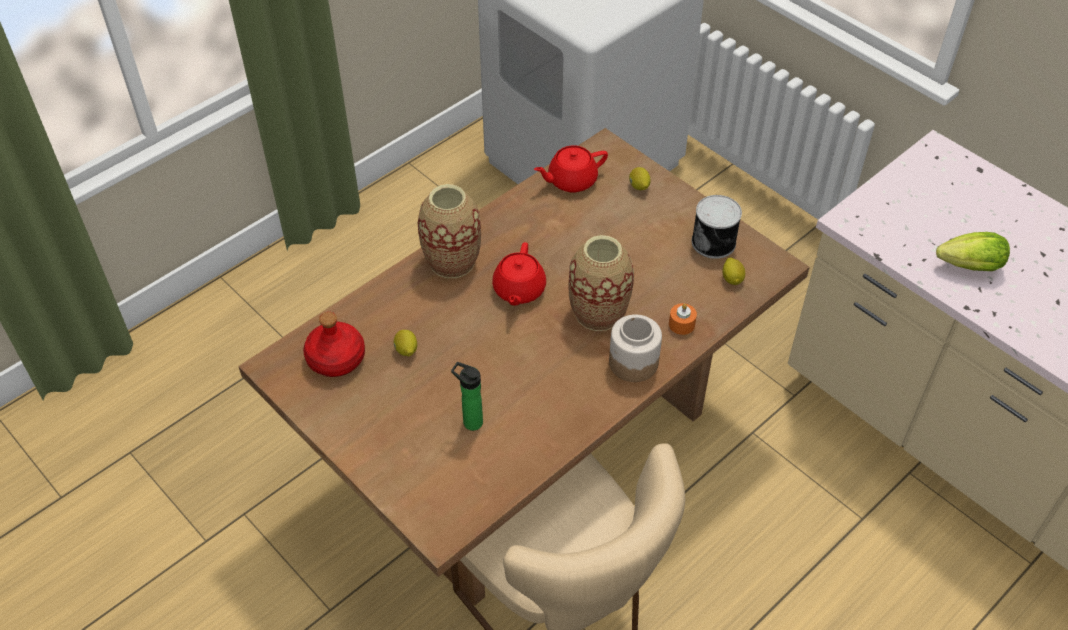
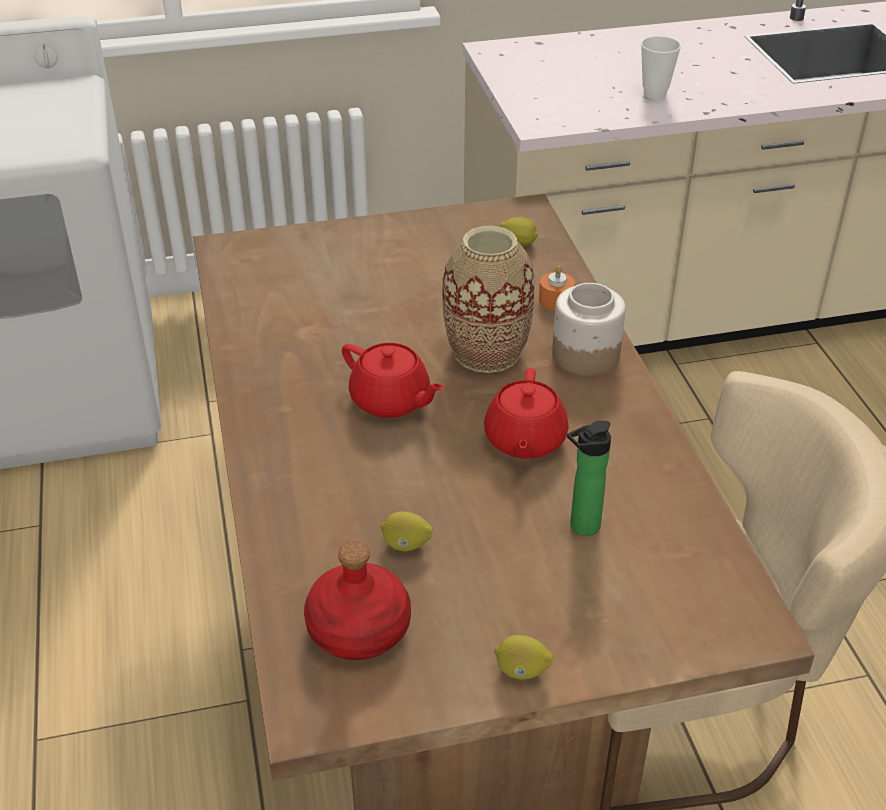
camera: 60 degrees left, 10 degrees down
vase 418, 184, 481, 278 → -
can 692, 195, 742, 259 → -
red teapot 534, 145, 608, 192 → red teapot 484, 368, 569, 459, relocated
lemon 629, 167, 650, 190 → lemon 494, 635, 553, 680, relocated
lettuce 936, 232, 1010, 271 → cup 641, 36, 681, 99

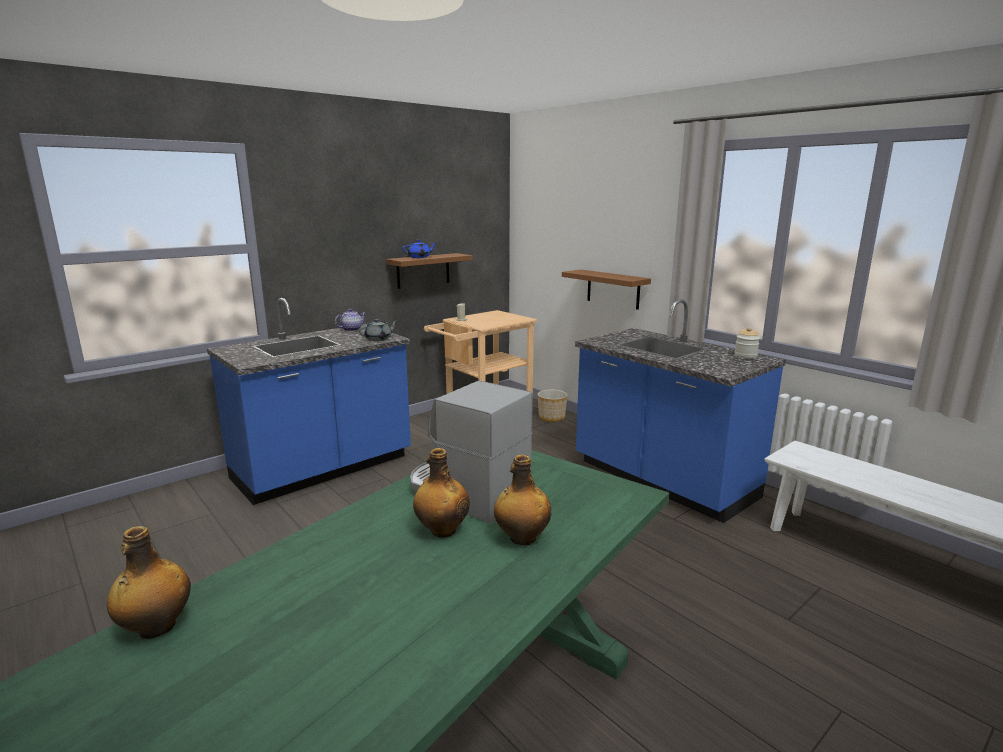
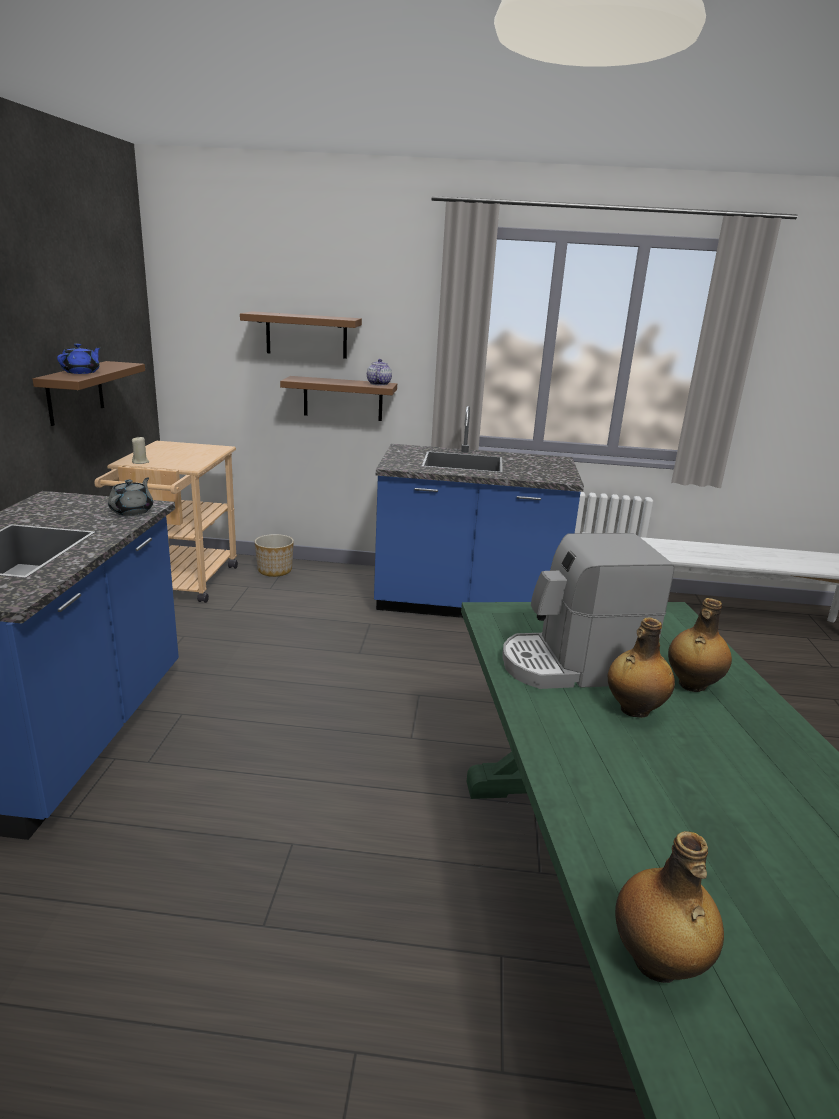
camera: 45 degrees left, 5 degrees up
jar 734, 327, 760, 359 → -
- → brown shelf 240, 311, 362, 359
teapot 335, 309, 366, 331 → teapot 367, 359, 392, 386, relocated

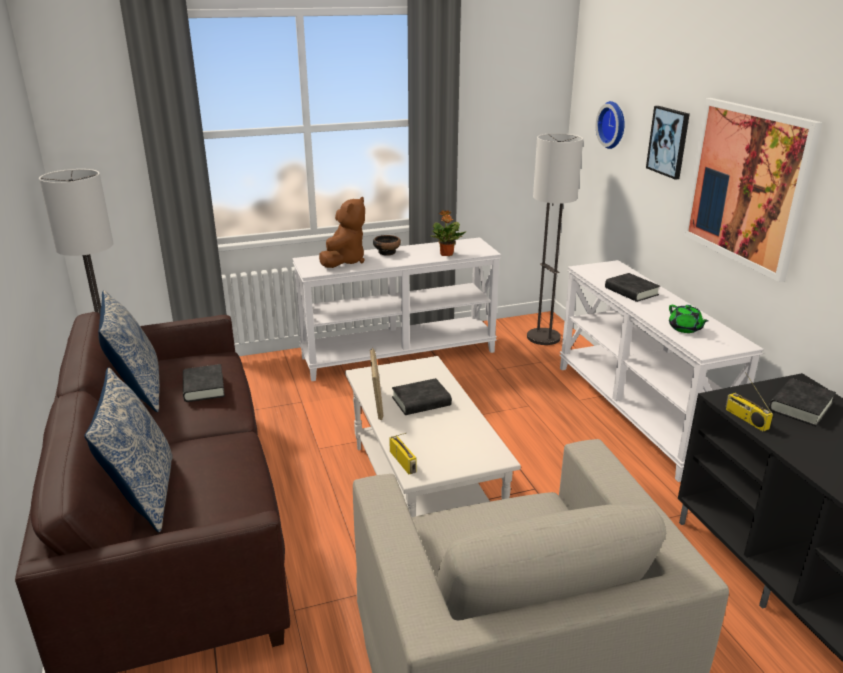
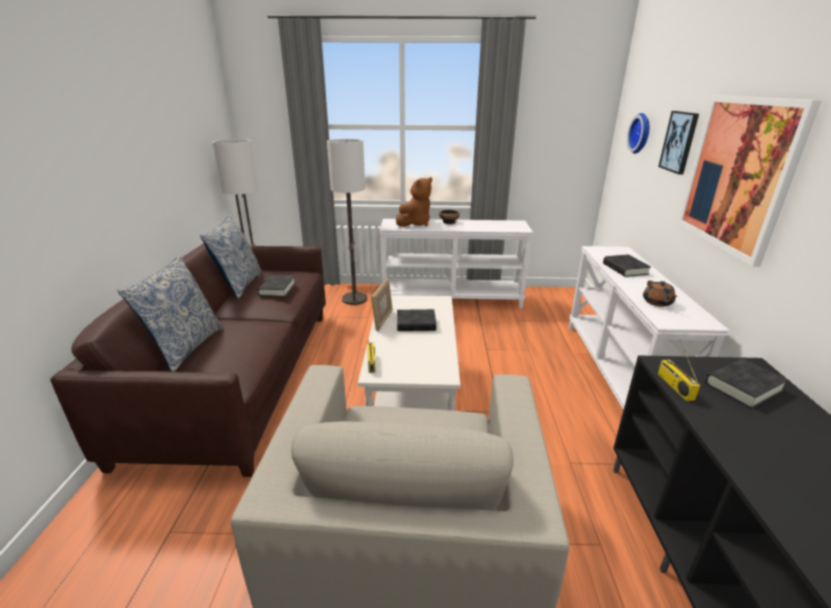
camera: 20 degrees right, 0 degrees up
potted plant 430, 211, 465, 256 → -
floor lamp 527, 133, 583, 345 → floor lamp 327, 139, 367, 305, relocated
green teapot 669, 305, 709, 333 → brown teapot 643, 280, 678, 307

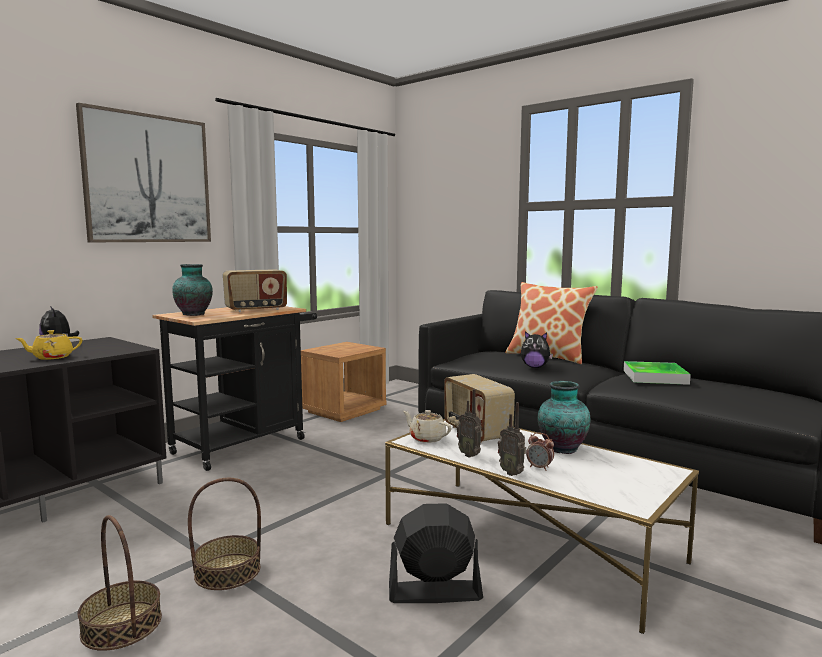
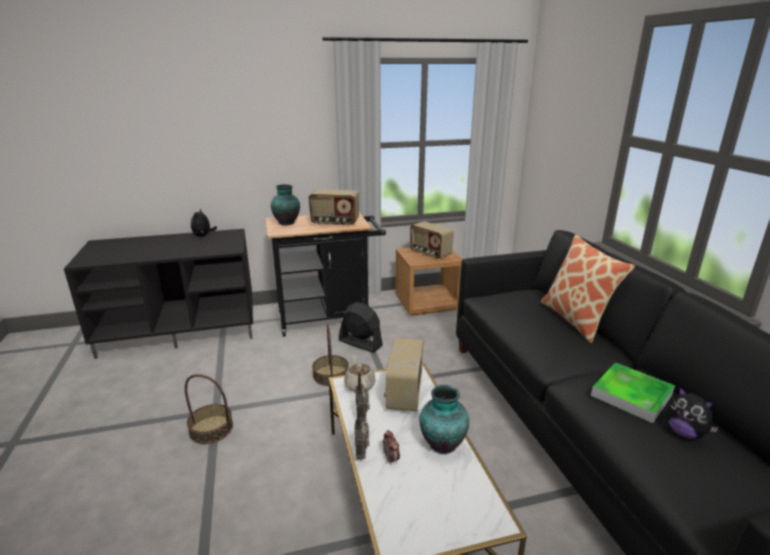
camera: 35 degrees right, 15 degrees up
yellow teapot 15, 330, 82, 360 → -
picture 76, 103, 211, 242 → -
- → radio 410, 221, 454, 259
basket 77, 515, 162, 651 → basket 312, 324, 349, 386, relocated
black fan 389, 503, 483, 603 → black fan 339, 302, 383, 353, relocated
plush toy 521, 331, 553, 368 → plush toy 666, 387, 719, 439, relocated

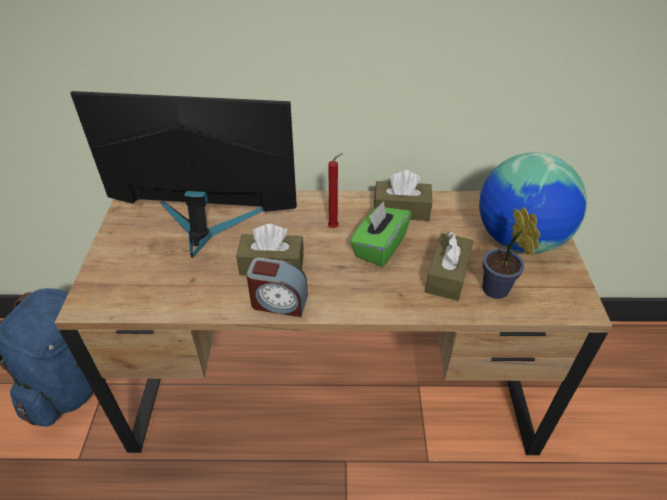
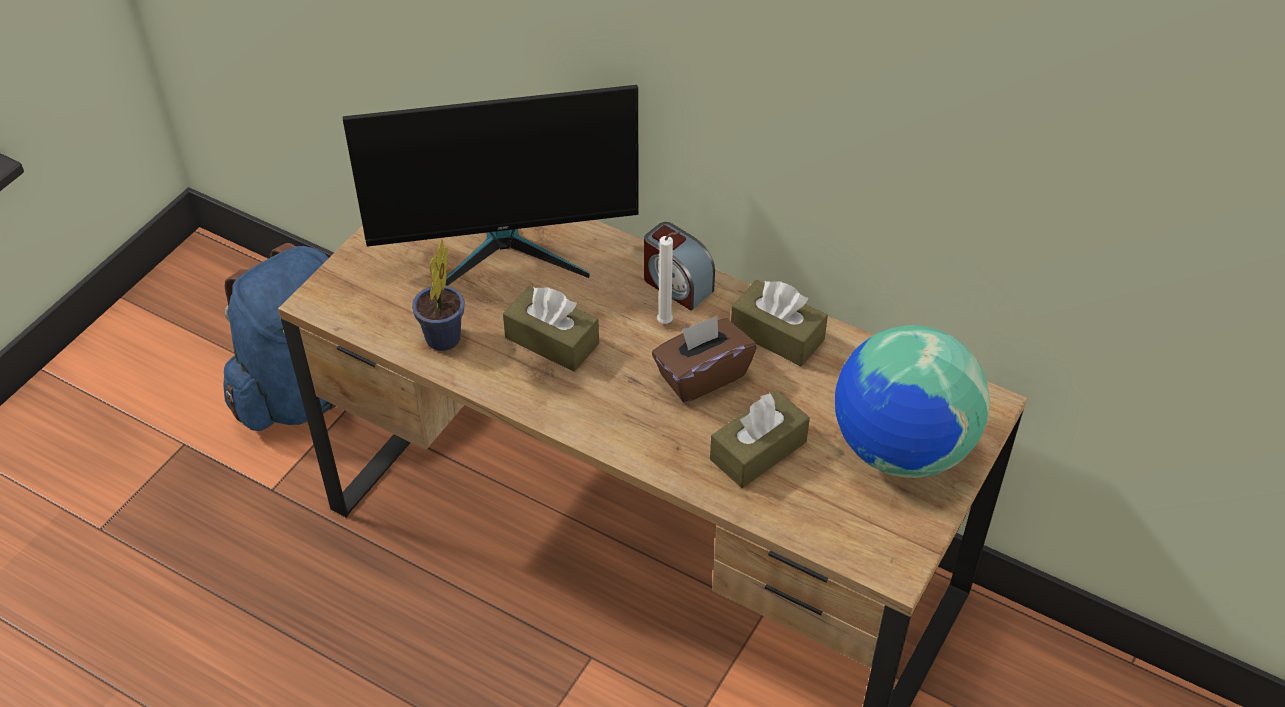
camera: 30 degrees right, 5 degrees up
alarm clock 246, 258, 308, 317 → alarm clock 644, 222, 715, 311, relocated
potted plant 482, 207, 540, 299 → potted plant 412, 239, 465, 351, relocated
red candle 328, 153, 343, 228 → white candle 657, 232, 681, 324
green tissue box 350, 202, 412, 267 → brown tissue box 652, 316, 756, 403
monitor 70, 91, 297, 258 → monitor 343, 85, 639, 286, 135 degrees clockwise

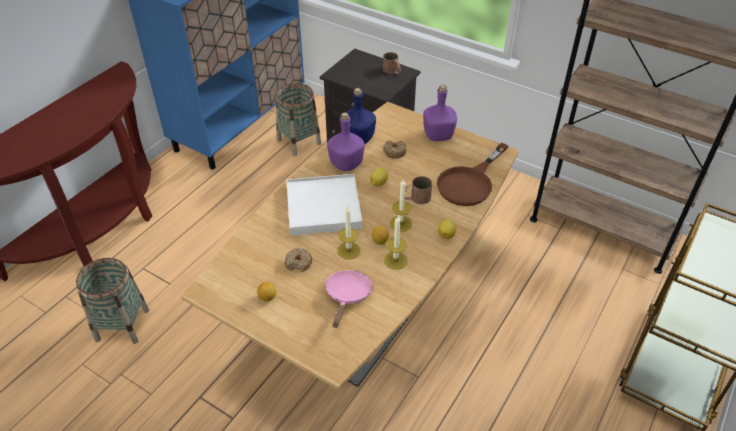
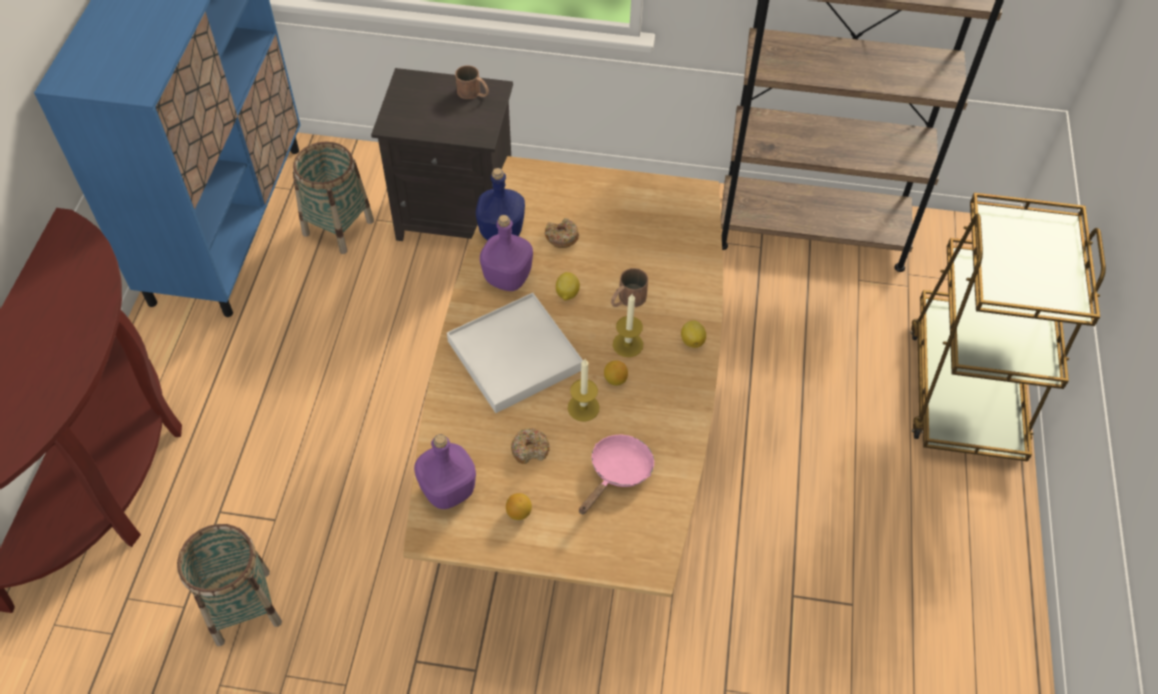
camera: 25 degrees left, 10 degrees up
candle 384, 216, 408, 270 → -
brown frying pan 437, 143, 508, 206 → -
purple bottle 423, 85, 457, 141 → purple bottle 414, 434, 476, 509, relocated
pink frying pan 325, 270, 373, 328 → pink frying pan 579, 435, 654, 514, 45 degrees clockwise

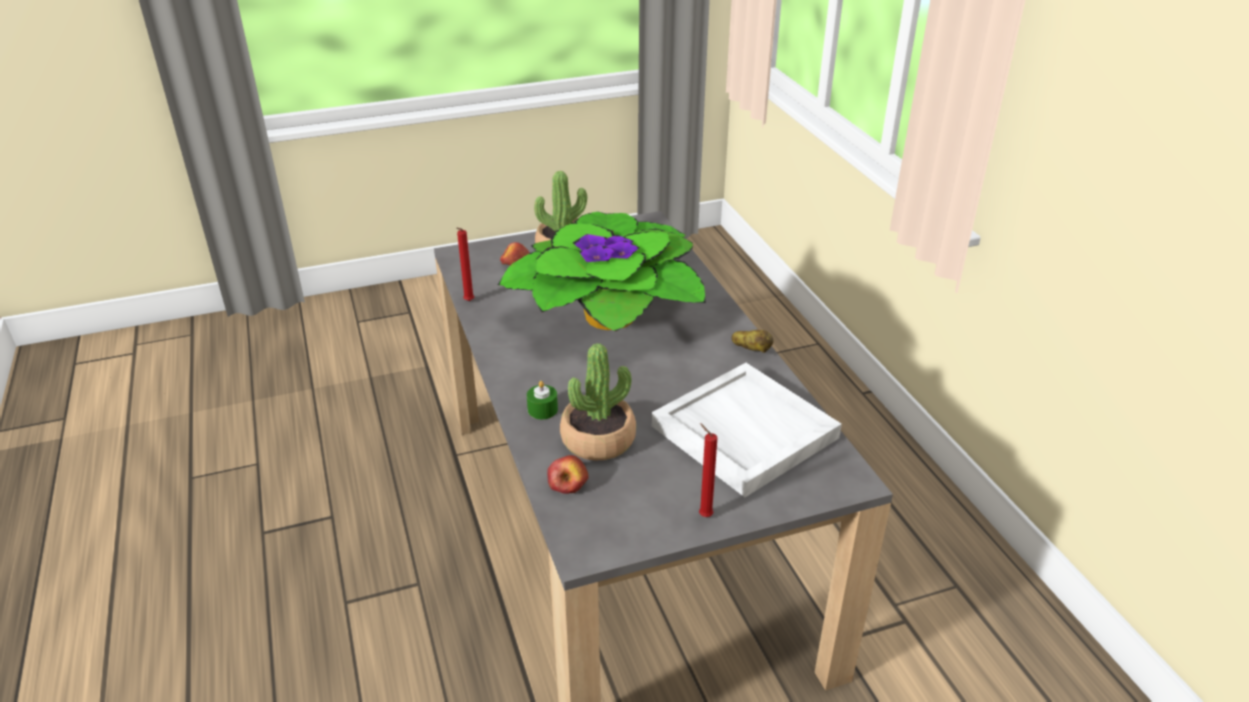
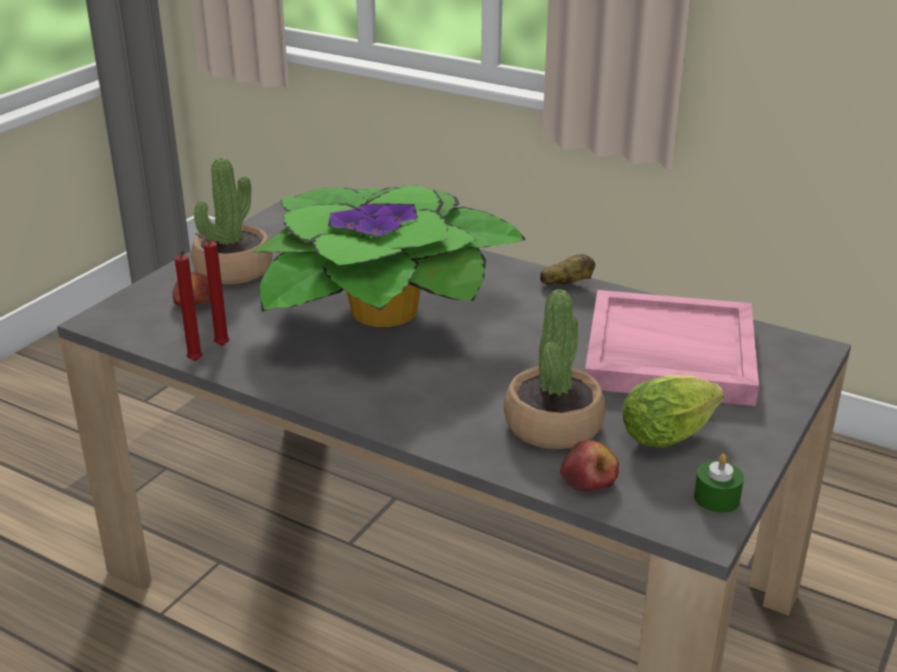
camera: 40 degrees left, 5 degrees down
- → lettuce 623, 375, 724, 448
green candle 527, 381, 558, 419 → green candle 694, 454, 744, 513, relocated
red candle 699, 423, 717, 517 → red candle 195, 233, 230, 346, relocated
white tray 652, 363, 842, 497 → pink tray 585, 290, 759, 406

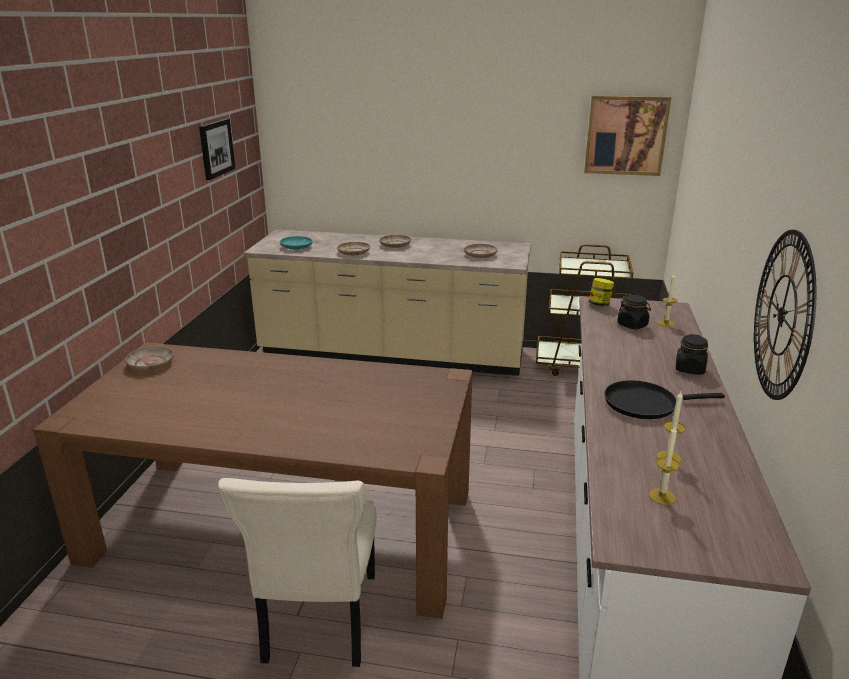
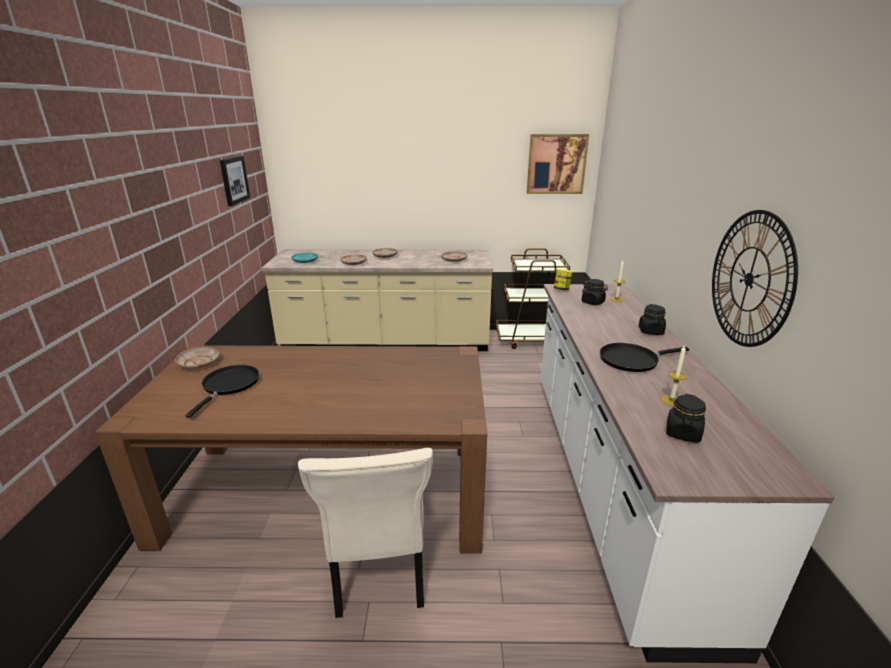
camera: 10 degrees left, 0 degrees up
- → black frying pan 185, 365, 259, 418
candle 649, 426, 680, 505 → black jar 666, 394, 706, 443

